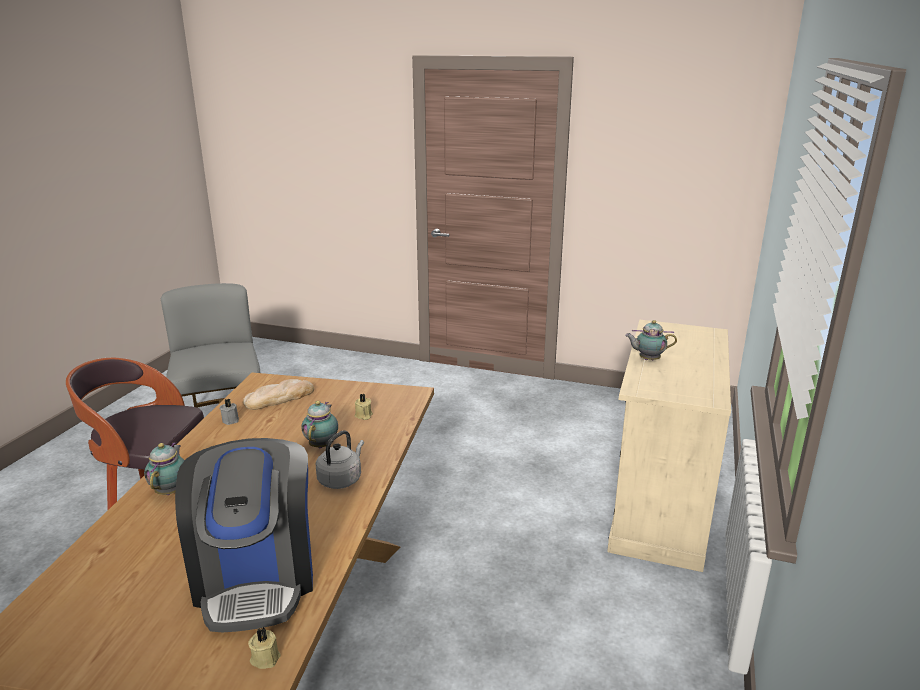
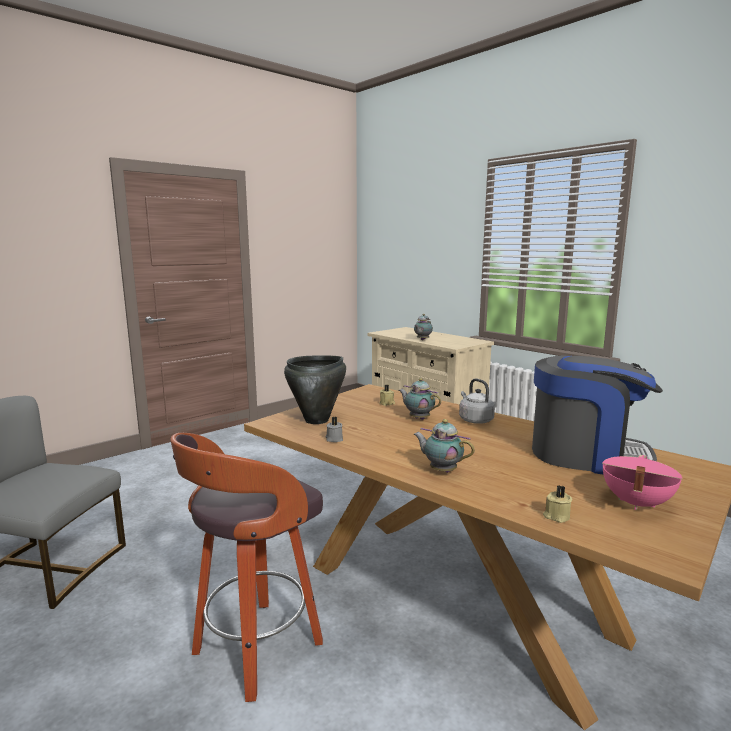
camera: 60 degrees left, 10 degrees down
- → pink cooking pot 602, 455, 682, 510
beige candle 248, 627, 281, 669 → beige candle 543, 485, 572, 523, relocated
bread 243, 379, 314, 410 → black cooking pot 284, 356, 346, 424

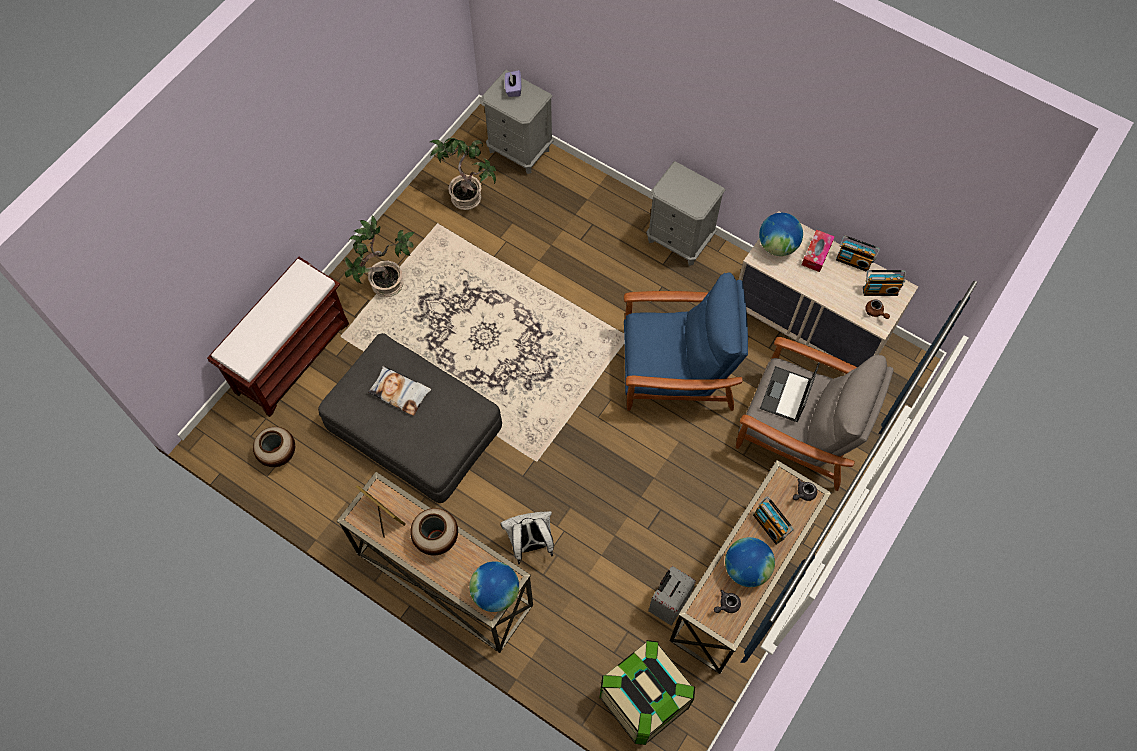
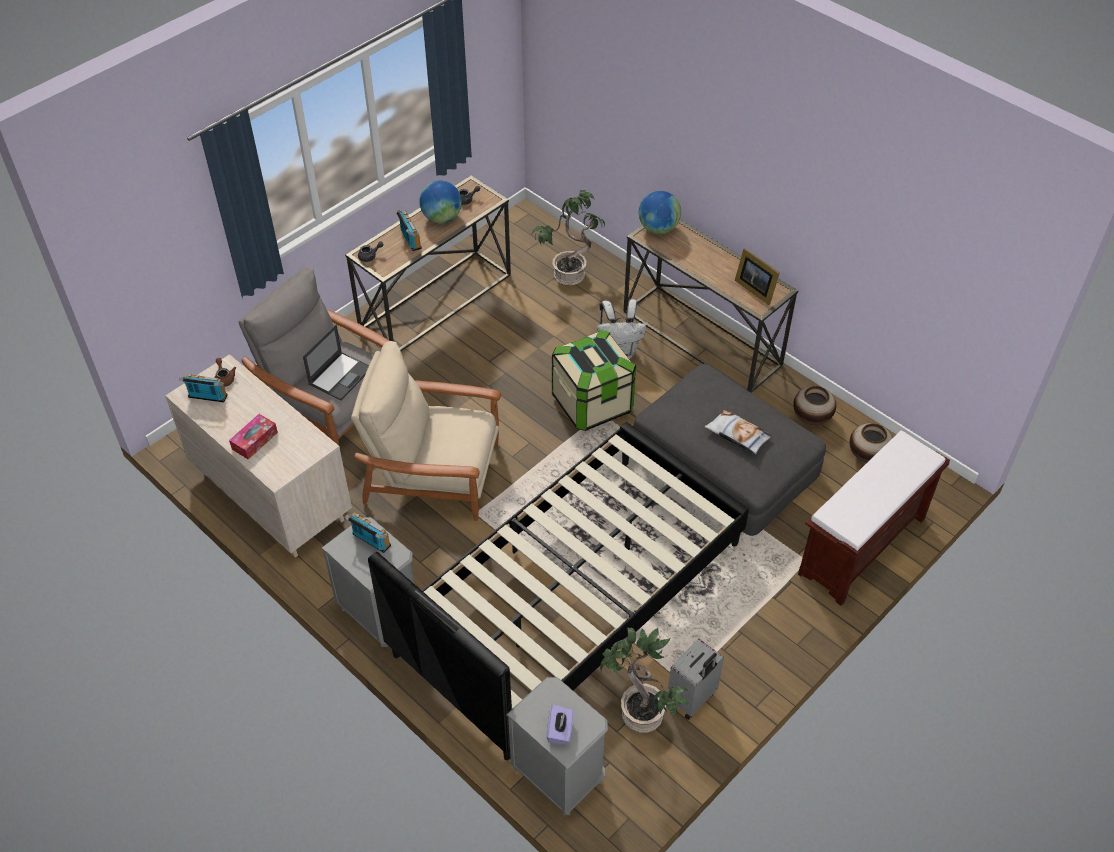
camera: 170 degrees left, 15 degrees down
globe 759, 213, 803, 256 → -
- → black bed 368, 422, 749, 760
potted plant 345, 215, 415, 297 → potted plant 532, 190, 605, 285, relocated
vase 410, 508, 458, 555 → vase 793, 386, 836, 425, relocated
storage box 599, 640, 695, 745 → storage box 552, 330, 636, 431, relocated
grey suitcase 649, 566, 696, 626 → grey suitcase 668, 638, 724, 720, relocated
radio 836, 235, 880, 272 → radio 345, 512, 391, 553, relocated
blue armchair 624, 273, 748, 411 → beige armchair 351, 341, 501, 521

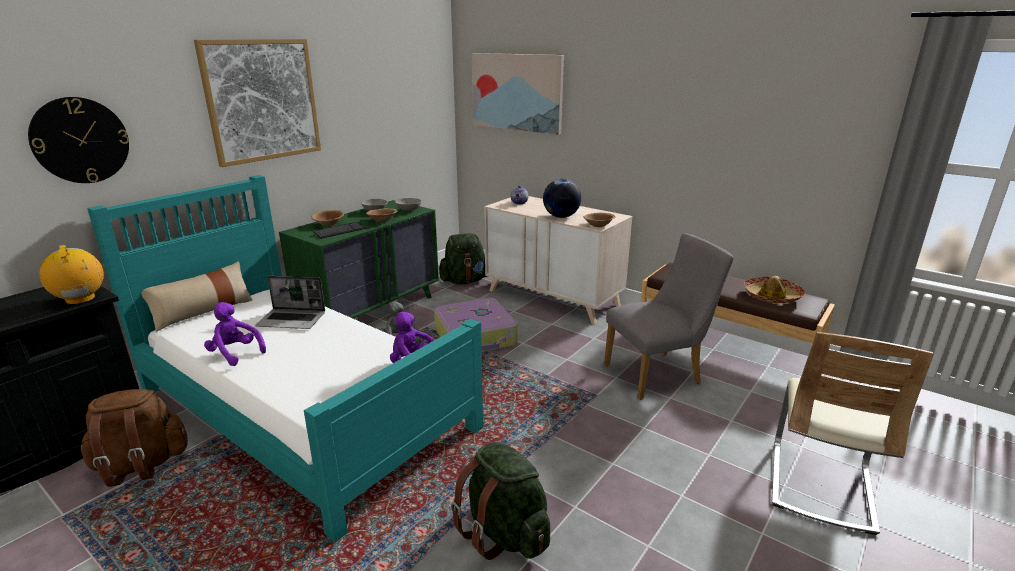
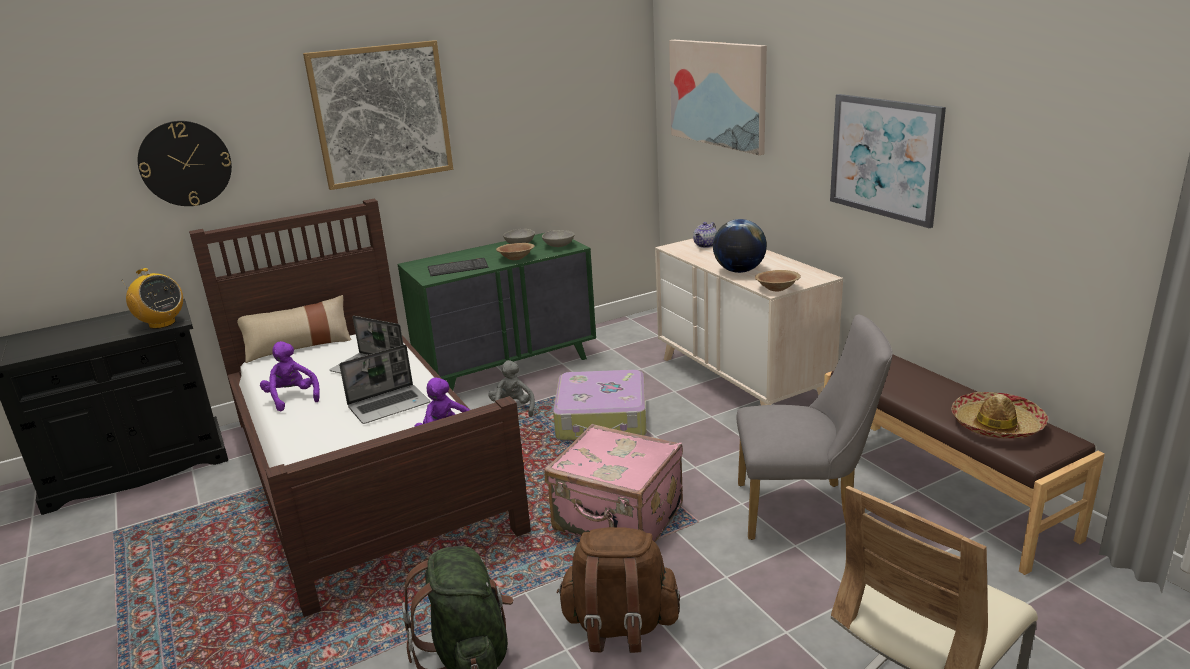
camera: 25 degrees right, 0 degrees up
brown bowl 311, 210, 344, 226 → -
green backpack 439, 233, 487, 284 → -
- → laptop 339, 345, 430, 424
- → pink suitcase 544, 424, 683, 542
- → picture 830, 94, 946, 228
brown backpack 80, 389, 188, 487 → brown backpack 557, 527, 680, 653, relocated
turquoise bed 87, 175, 483, 542 → brown bed 189, 199, 531, 617
radio 39, 245, 104, 305 → radio 122, 268, 183, 329, 135 degrees clockwise

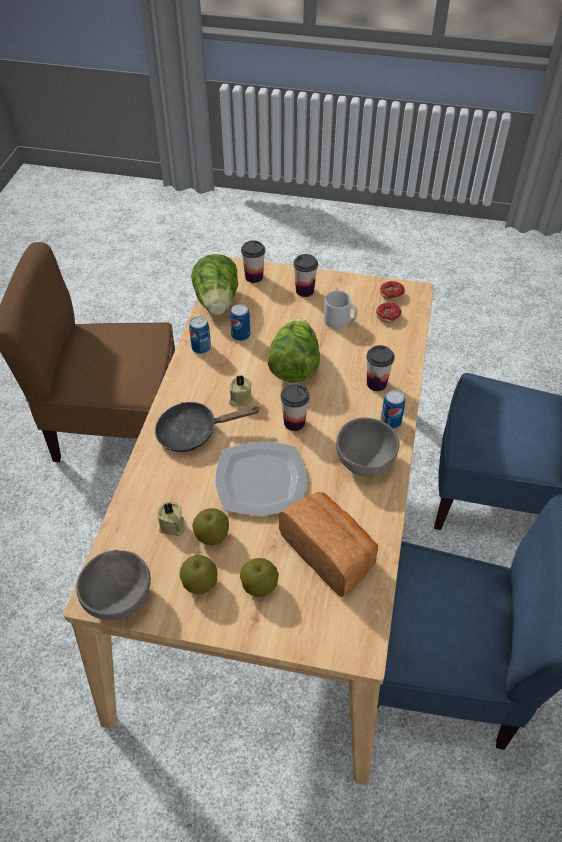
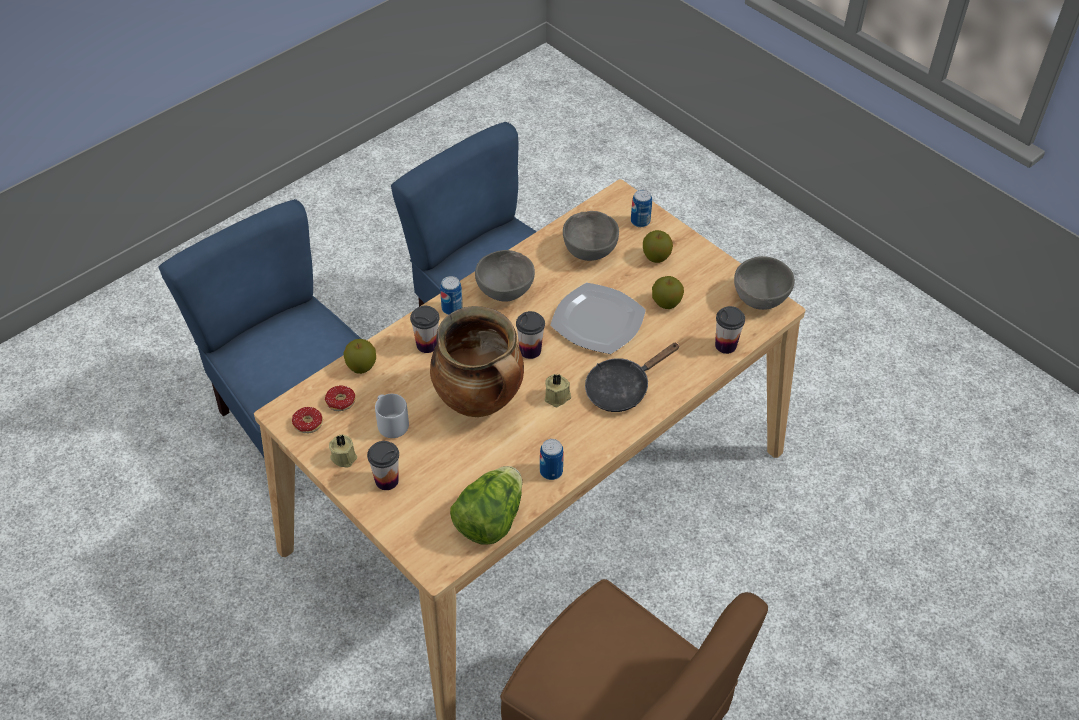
camera: 145 degrees left, 0 degrees up
beige candle 157, 502, 185, 536 → beige candle 329, 434, 357, 468, relocated
apple 180, 555, 217, 595 → apple 343, 339, 376, 374, relocated
can 230, 304, 250, 341 → can 631, 190, 652, 227, relocated
cup 241, 240, 265, 283 → cup 715, 306, 745, 354, relocated
lettuce 268, 318, 320, 383 → cooking pot 430, 306, 524, 417
bread 279, 492, 378, 597 → grey bowl 563, 211, 619, 261
black frying pan 155, 402, 260, 452 → black frying pan 585, 343, 680, 412, 120 degrees clockwise

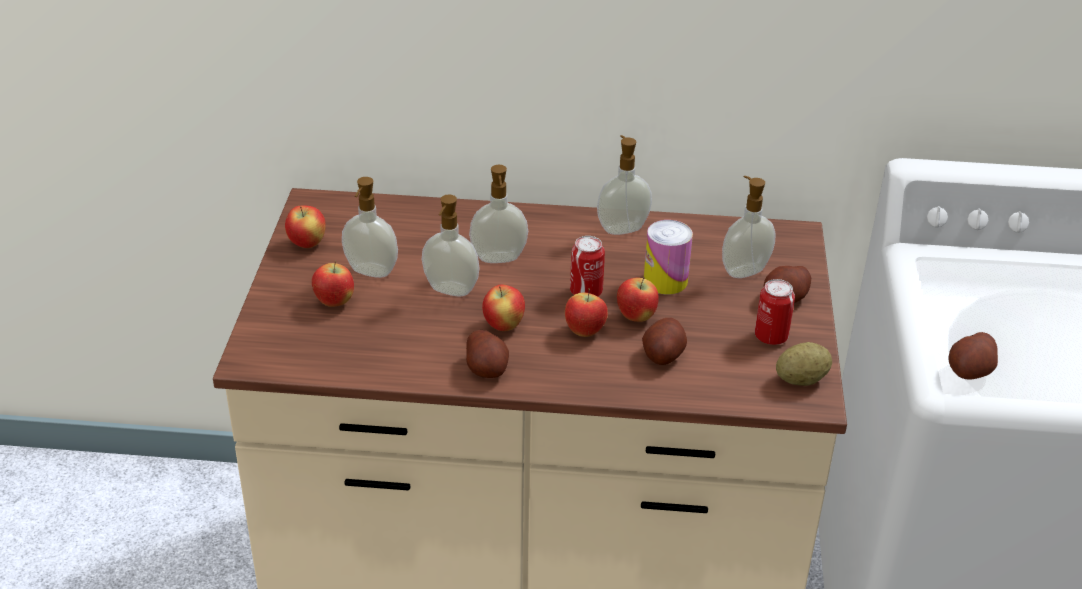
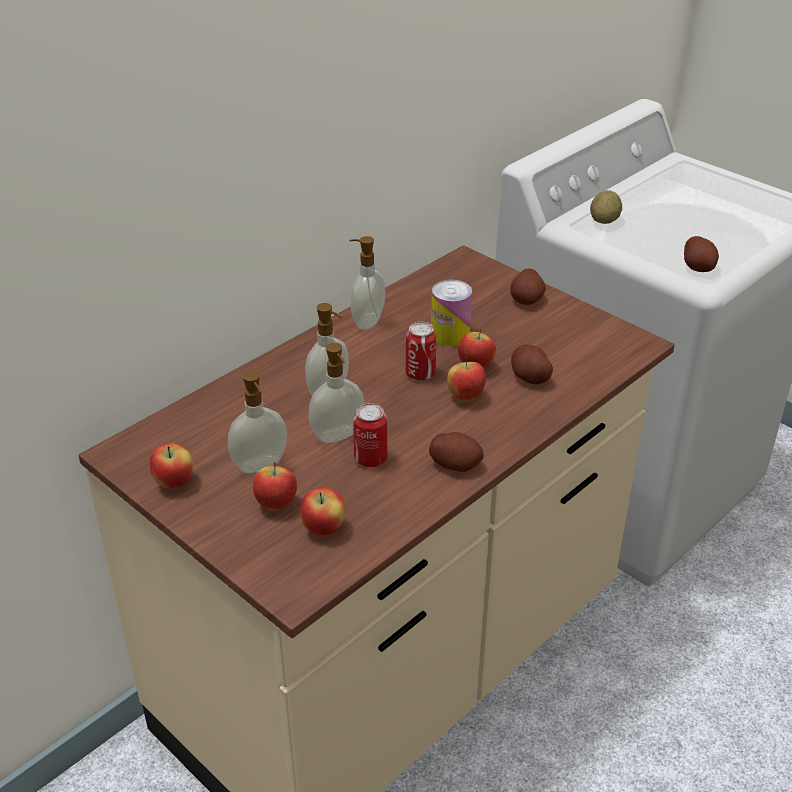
camera: 50 degrees left, 0 degrees up
soap dispenser 722, 176, 776, 278 → -
apple 482, 284, 525, 331 → apple 300, 487, 345, 535, relocated
can 755, 279, 795, 345 → can 353, 403, 387, 467, relocated
potato 776, 342, 832, 386 → potato 590, 190, 622, 224, relocated

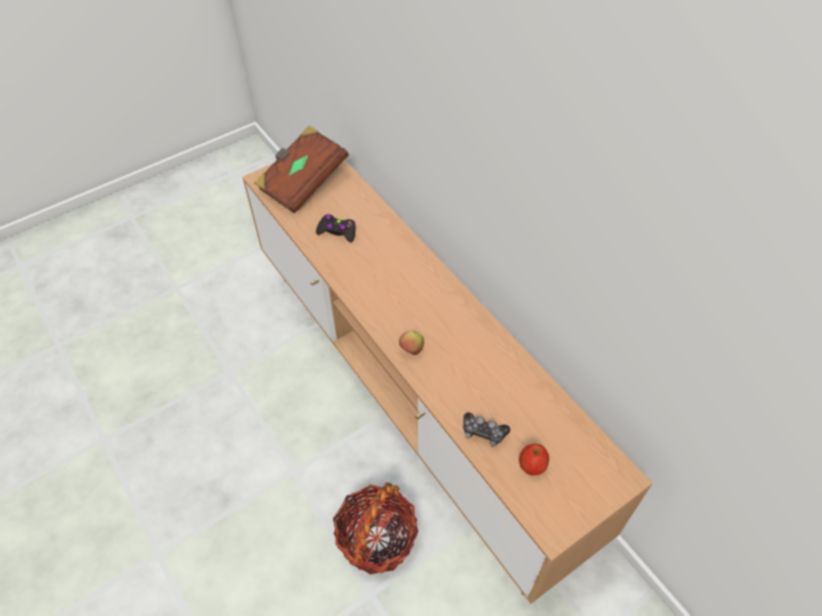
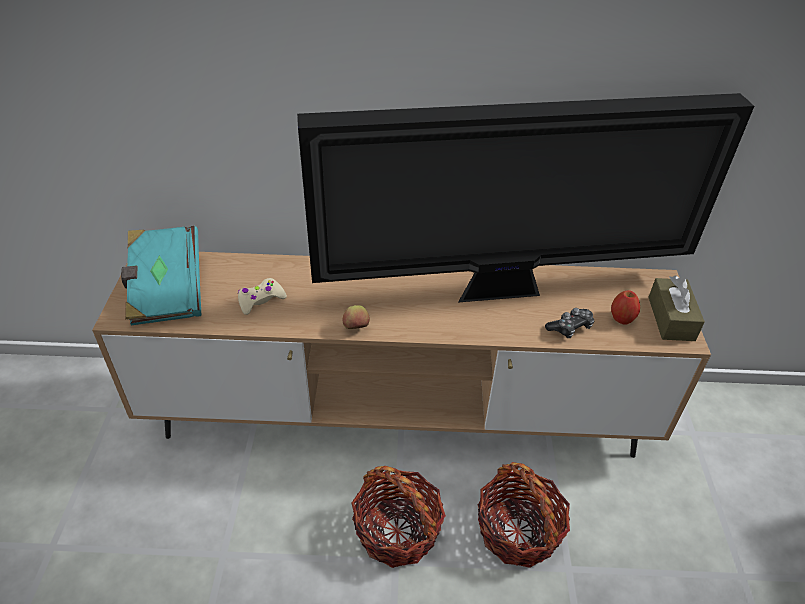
camera: 55 degrees left, 10 degrees down
- → television 297, 93, 754, 302
- → basket 352, 466, 446, 568
- → brown tissue box 648, 276, 705, 341
apple 399, 330, 424, 355 → apple 343, 305, 370, 329, relocated
brown book 254, 125, 349, 214 → turquoise book 121, 226, 201, 325
black game controller 316, 214, 356, 242 → beige game controller 238, 278, 287, 315

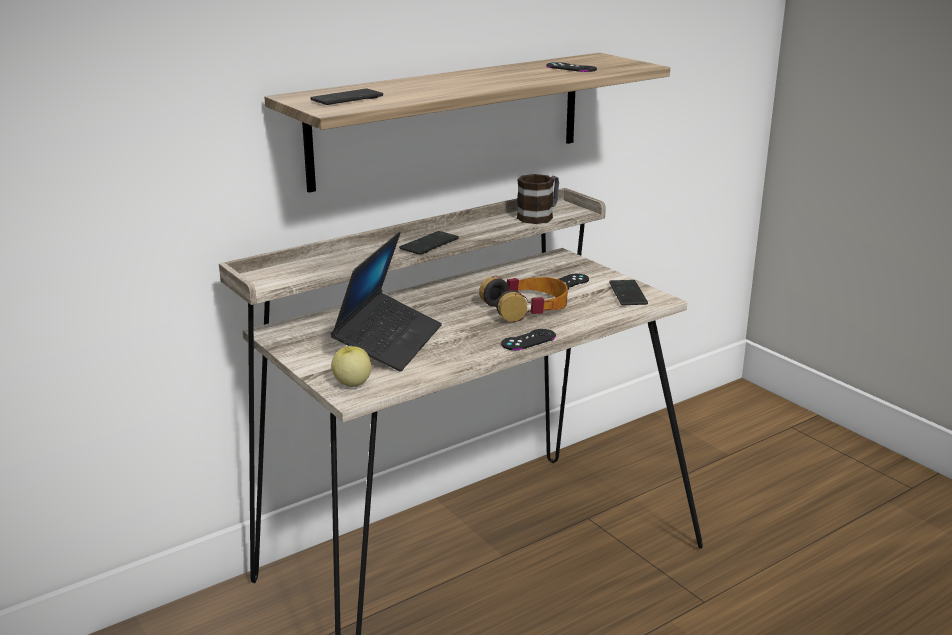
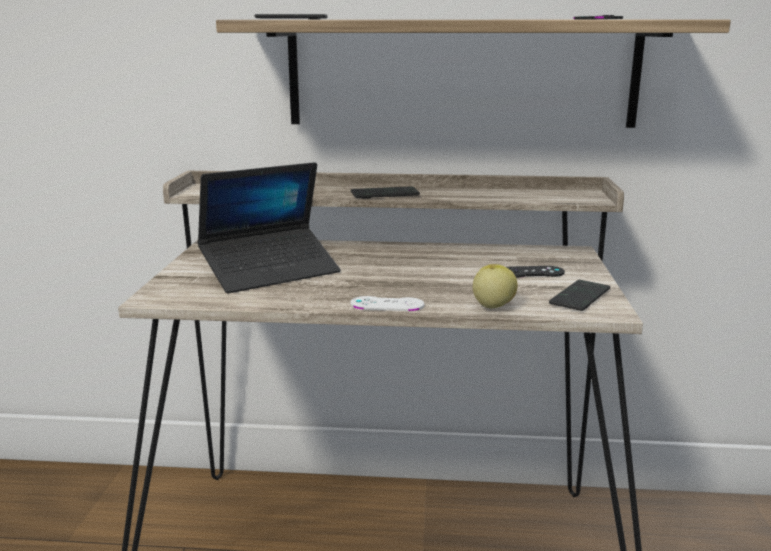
camera: 40 degrees right, 5 degrees down
headphones 479, 276, 568, 322 → -
mug 517, 174, 559, 224 → -
apple 331, 346, 371, 387 → apple 473, 264, 518, 309, relocated
black game controller 501, 329, 556, 350 → white game controller 351, 296, 424, 311

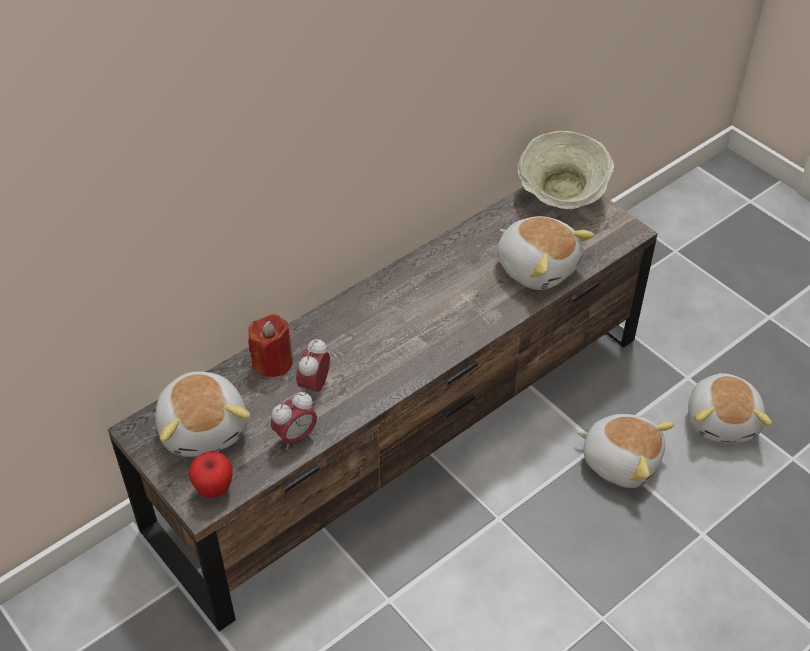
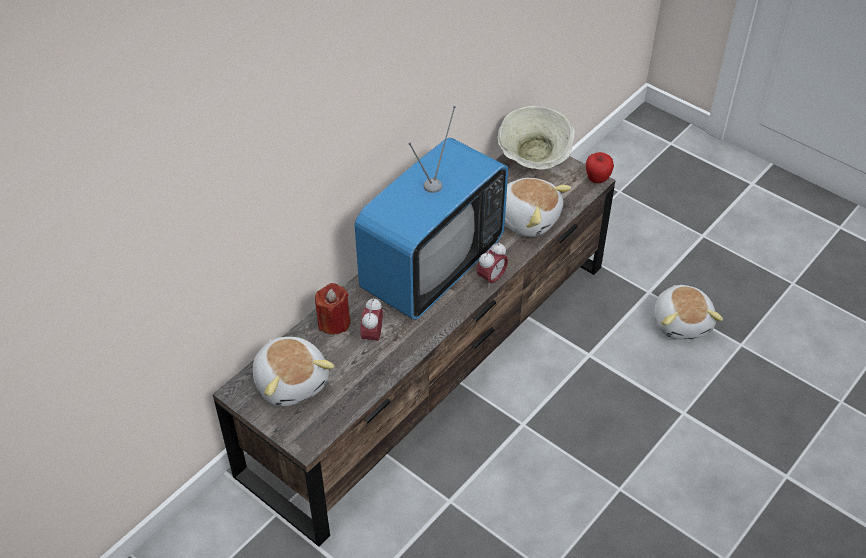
camera: 10 degrees left, 0 degrees up
plush toy 577, 414, 675, 488 → -
- → television 355, 106, 508, 320
apple 189, 452, 233, 498 → apple 586, 152, 614, 183, relocated
alarm clock 271, 392, 317, 449 → alarm clock 476, 243, 508, 288, relocated

